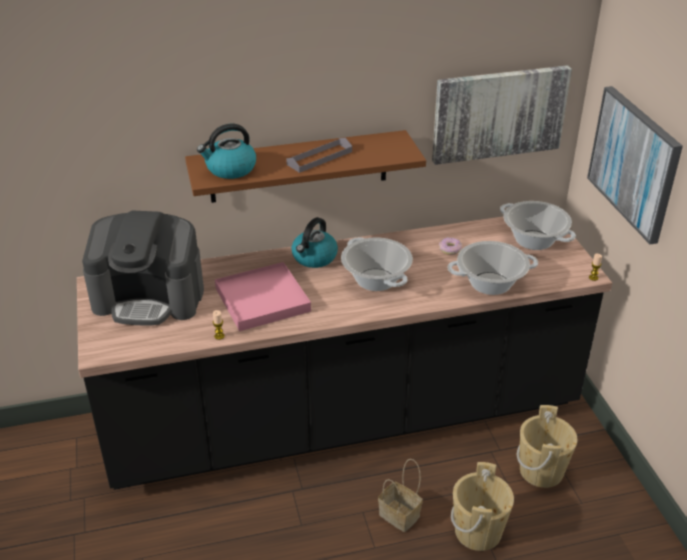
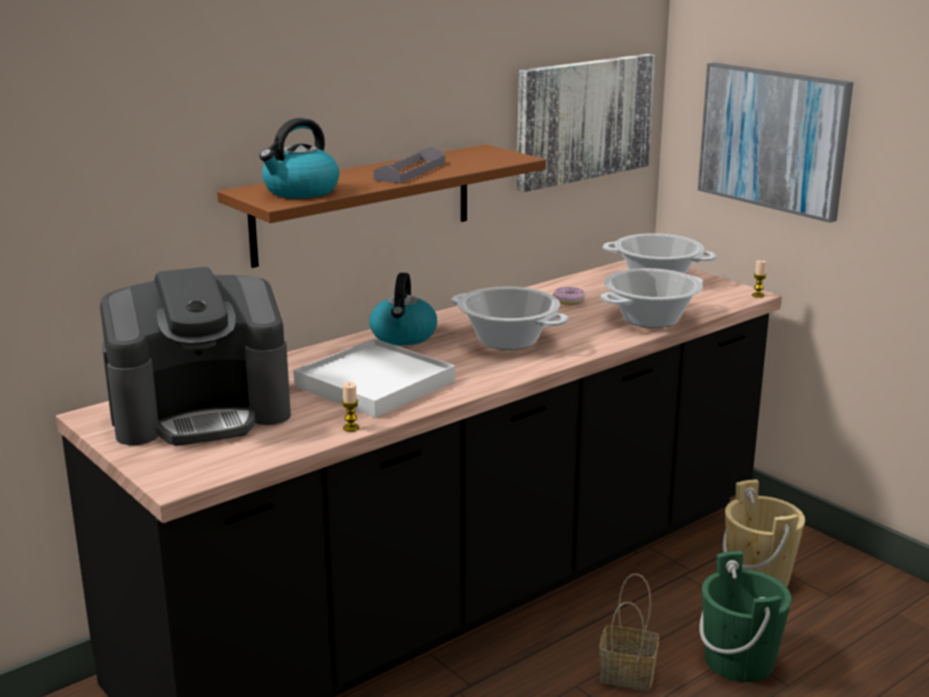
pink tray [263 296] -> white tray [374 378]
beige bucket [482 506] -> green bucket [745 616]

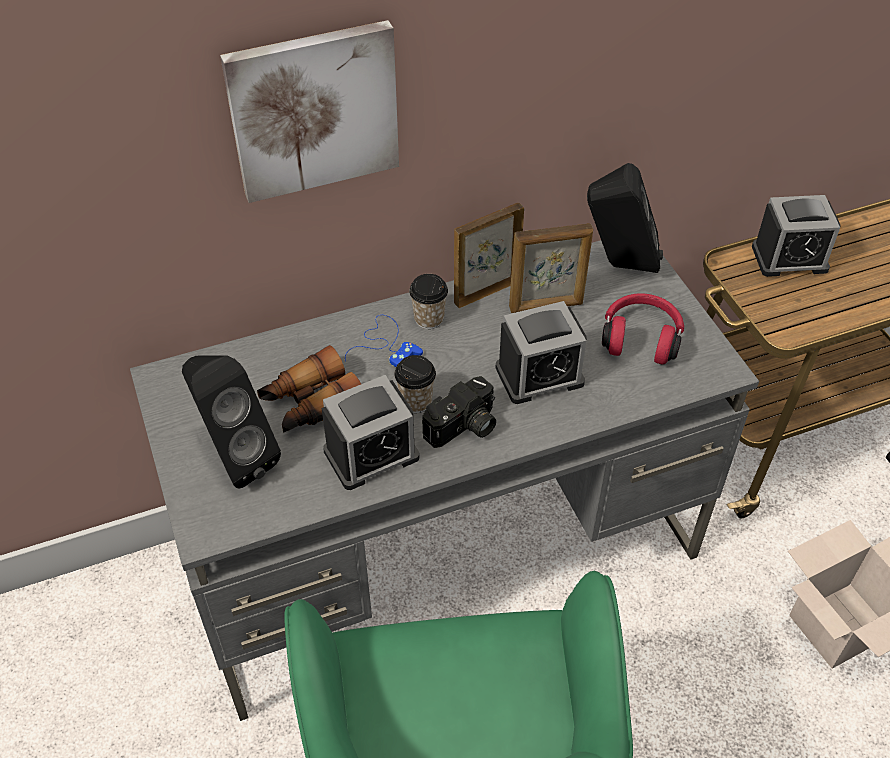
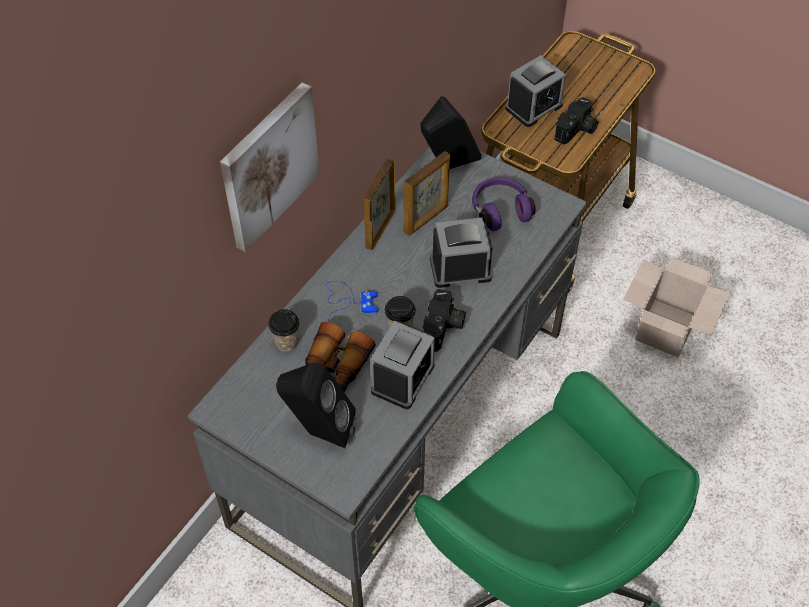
cup [428 301] -> cup [284 330], moved
alarm clock [541 352] -> alarm clock [461 252], 135 degrees counterclockwise
red headphones [643 328] -> purple headphones [504 204]
none -> photo camera [576 121]

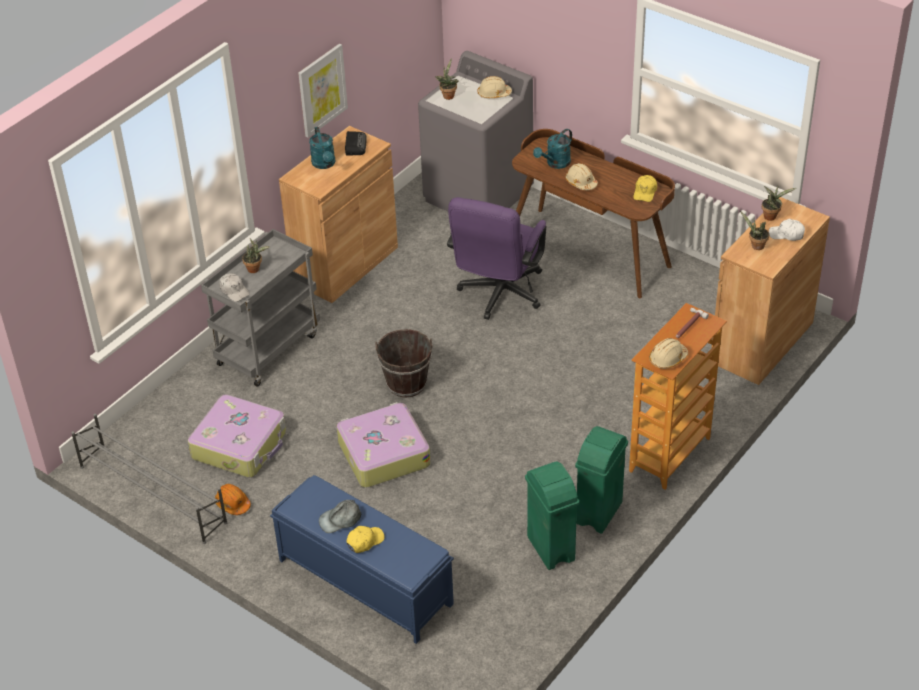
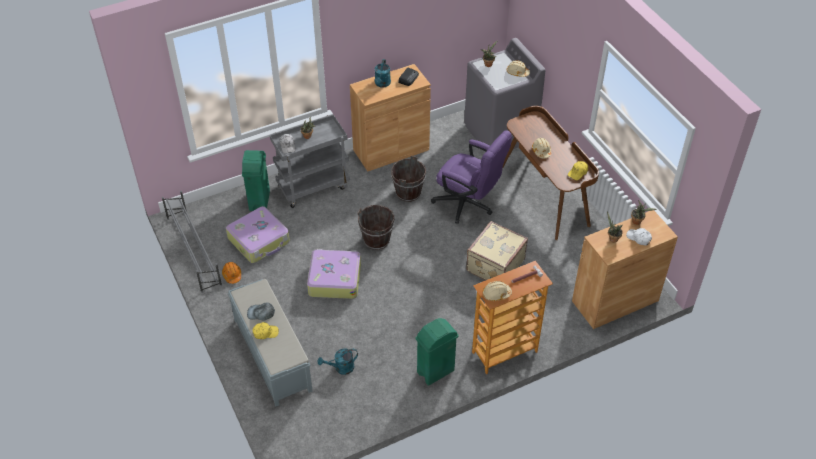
blue bench [362 559] -> grey bench [270 343]
green trash can [552 516] -> green trash can [256 180], moved
turquoise watering can [552 149] -> turquoise watering can [338 362], moved
none -> brown bucket [408 179]
purple office chair [497 258] -> purple office chair [471 177], 105 degrees counterclockwise
none -> beige suitcase [497 250]
picture [323 91] -> none

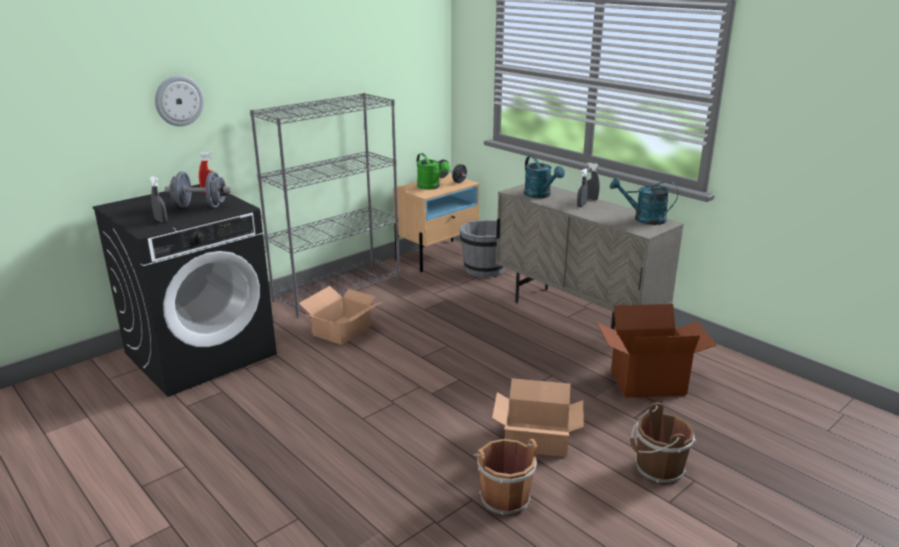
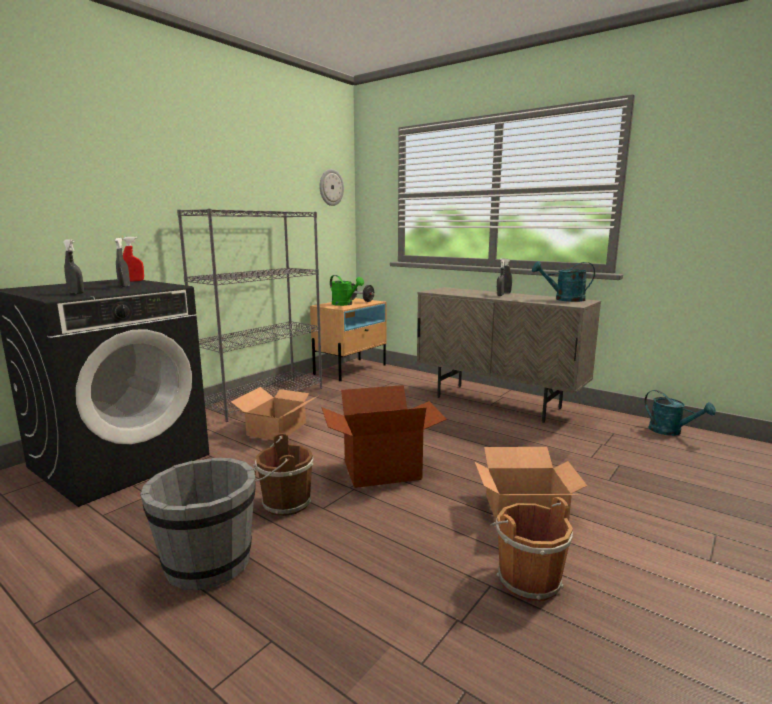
grey dumbbell [198 190] -> grey spray bottle [122 263]
grey bucket [482 248] -> grey bucket [198 524], moved
brown bucket [663 443] -> brown bucket [283 474], moved
wall clock [179 100] -> wall clock [331 187], moved
cardboard box [656 351] -> cardboard box [384 436], moved
turquoise watering can [544 177] -> turquoise watering can [680 413], moved

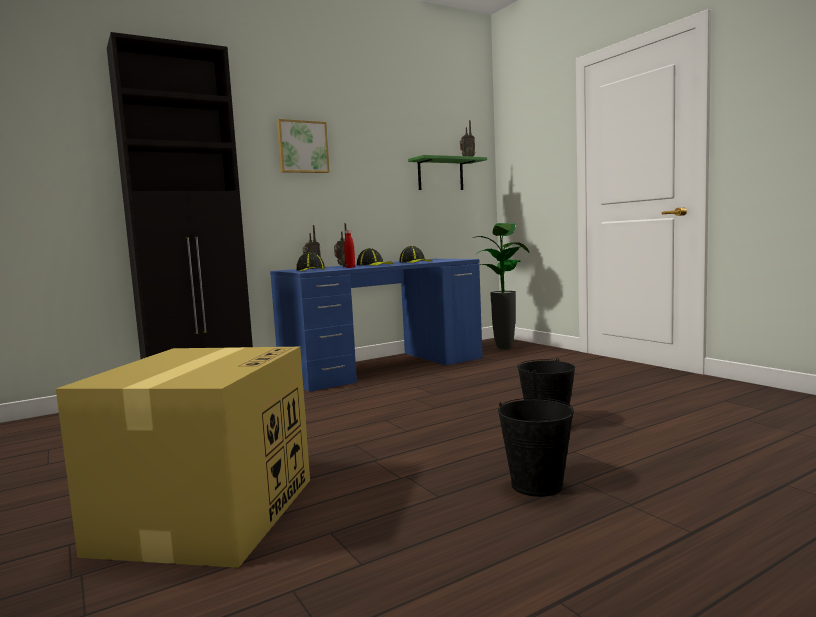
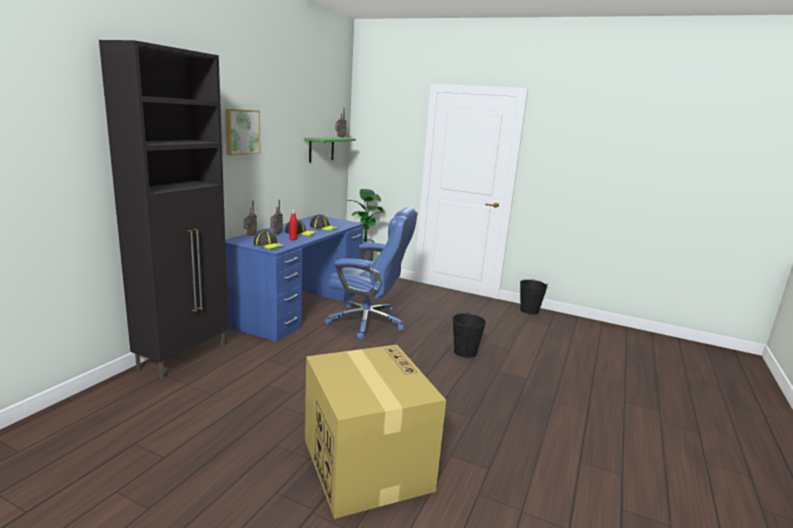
none -> blue office chair [371 273]
black bucket [536 447] -> black bucket [534 296], moved

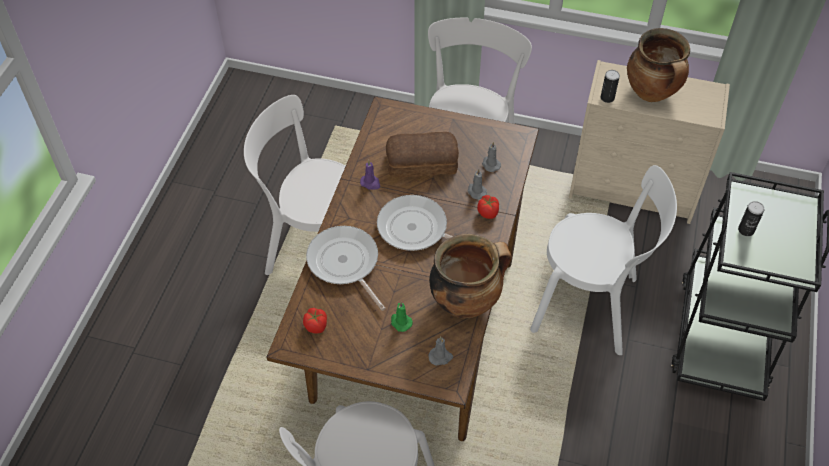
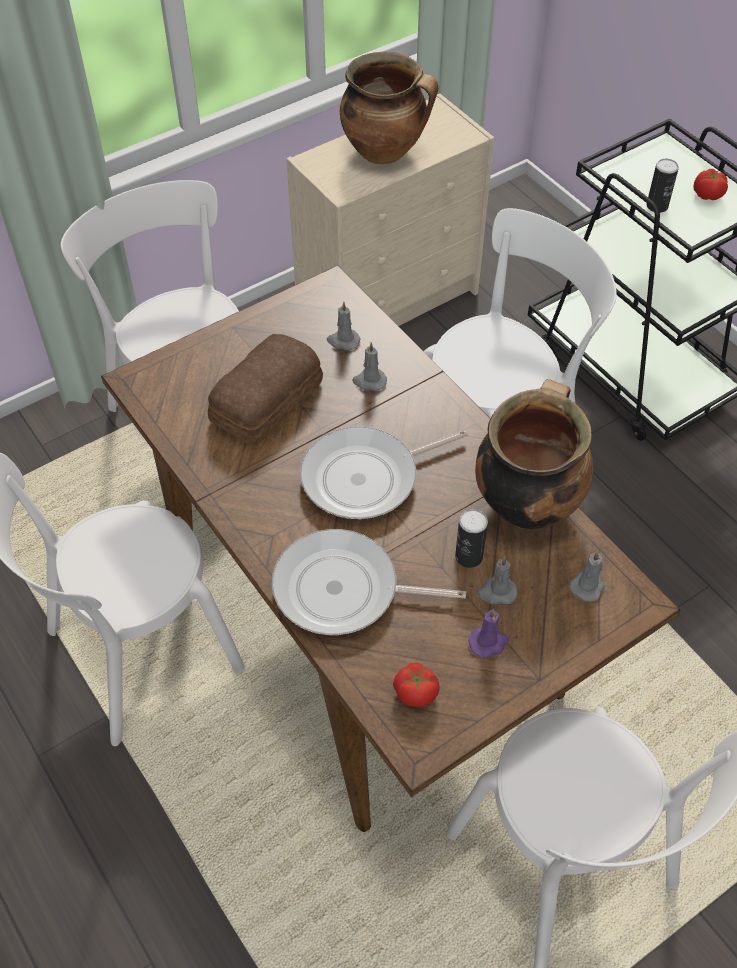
can [610 86] -> can [471 538], moved
purple candle [370 175] -> purple candle [488 633], moved
green candle [402 317] -> grey candle [497 580]
tomato [488 207] -> tomato [710 184], moved

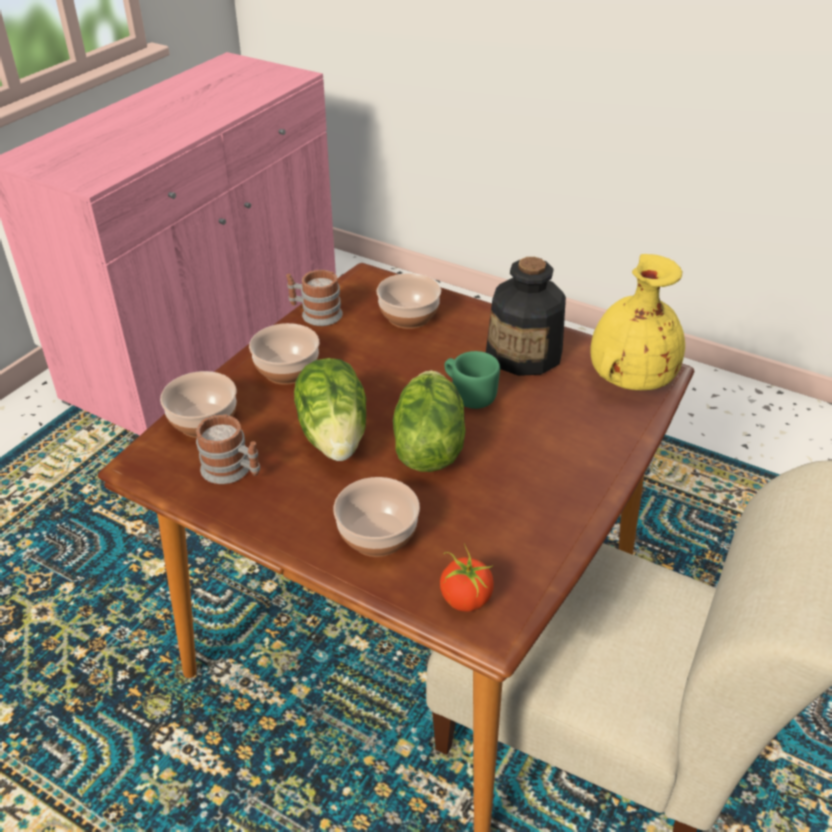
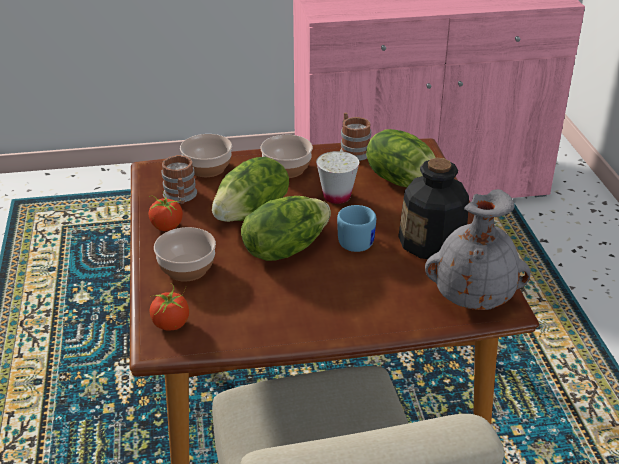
none -> tomato [166 210]
none -> white cup [337 177]
green mug [472 380] -> blue mug [356 228]
bowl [409 301] -> lettuce [401 158]
yellow vase [637 322] -> grey vase [477 249]

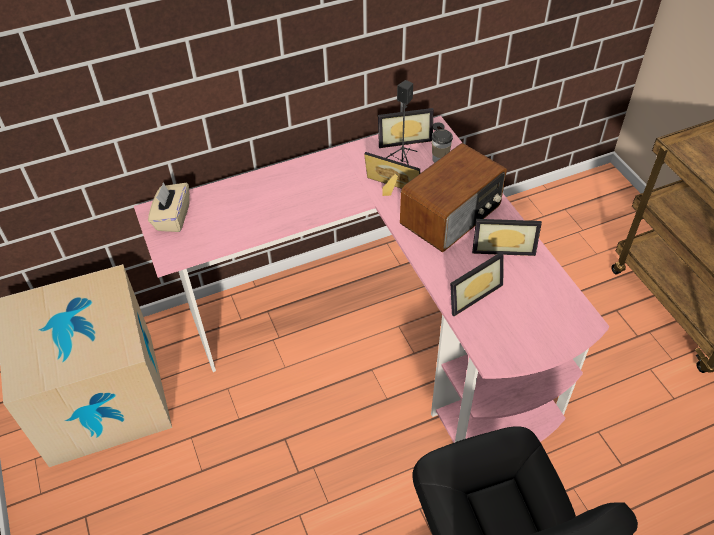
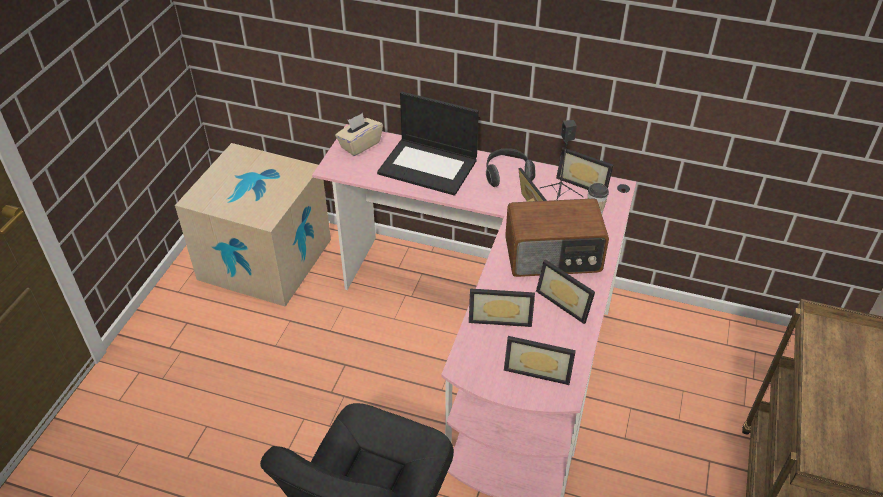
none -> laptop [428 144]
none -> headphones [511 167]
none -> picture frame [540 360]

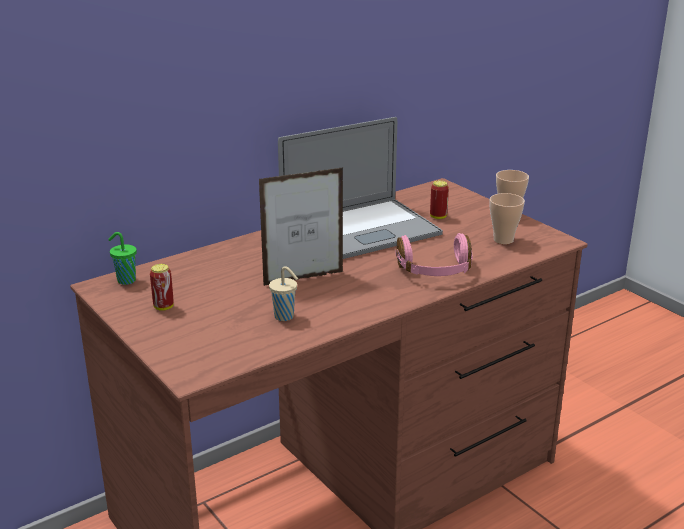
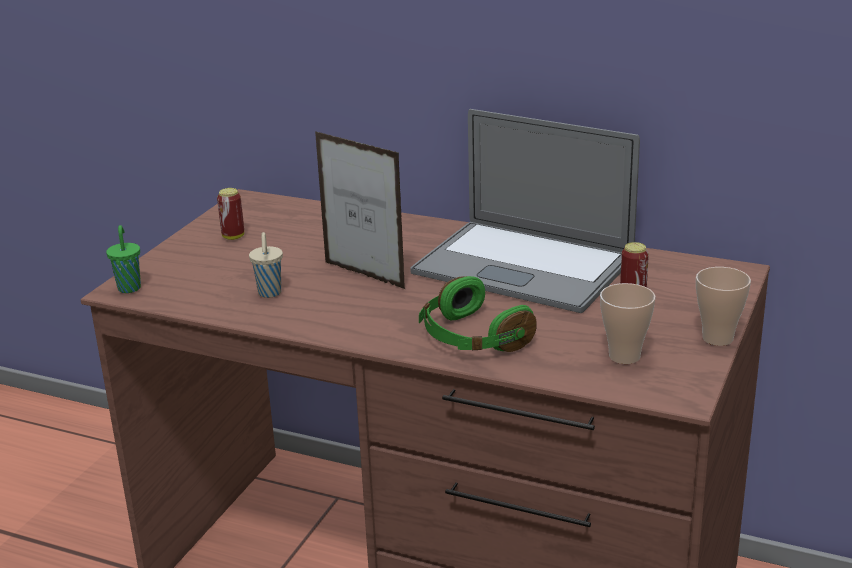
green cup [122 258] -> green cup [123 259], moved
pink headphones [434 254] -> green headphones [478 314]

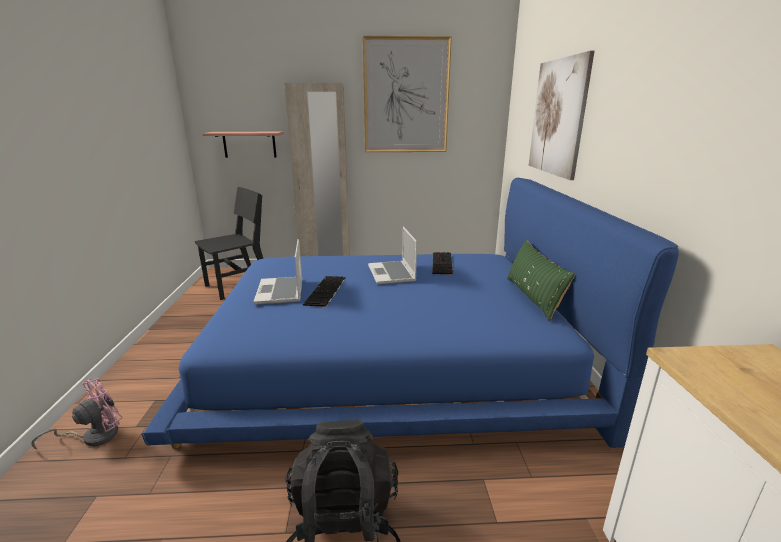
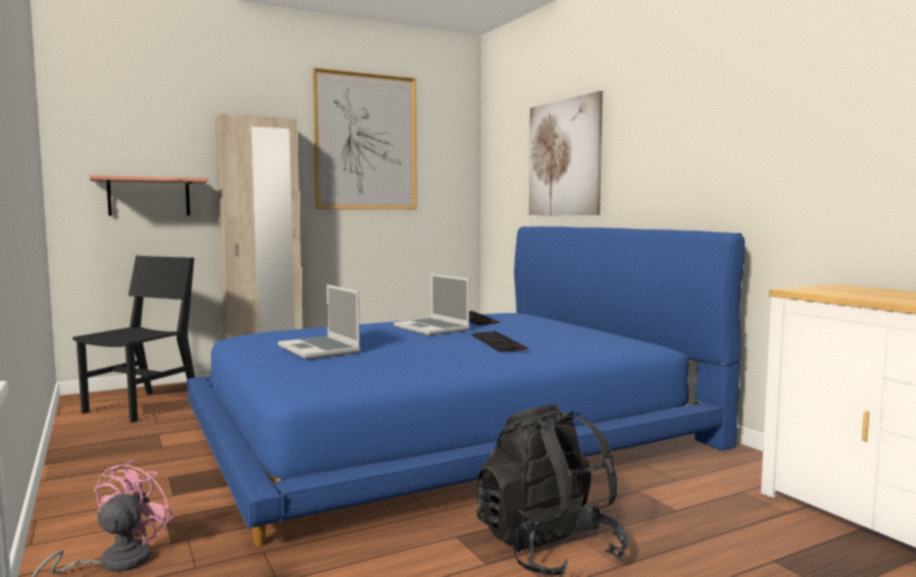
keyboard [324 291] -> keyboard [500 341], moved
green pillow [541 280] -> none

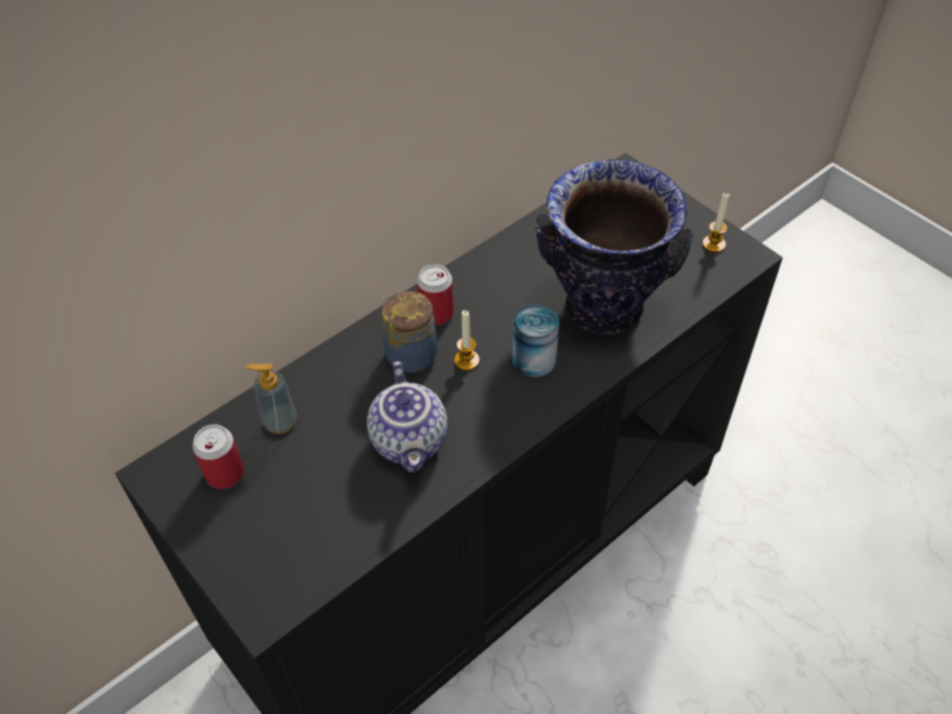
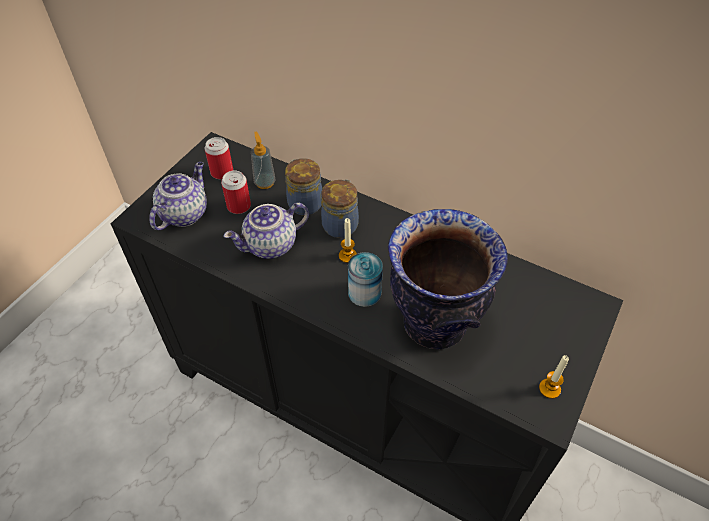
none -> teapot [178 196]
can [435 294] -> can [236 192], moved
none -> jar [303 187]

